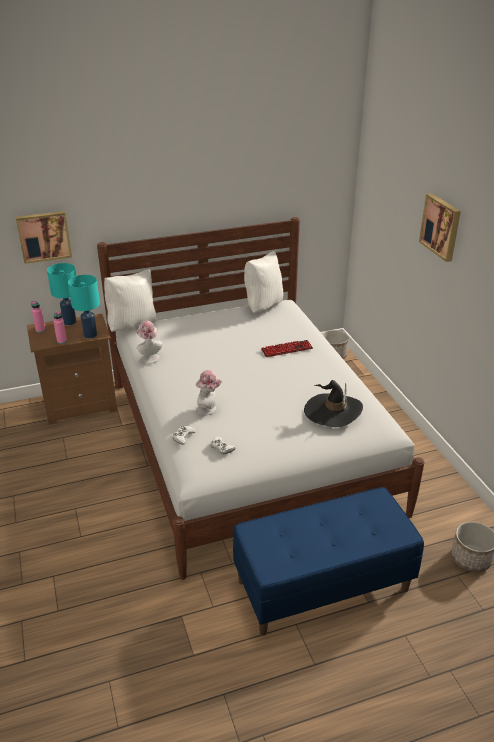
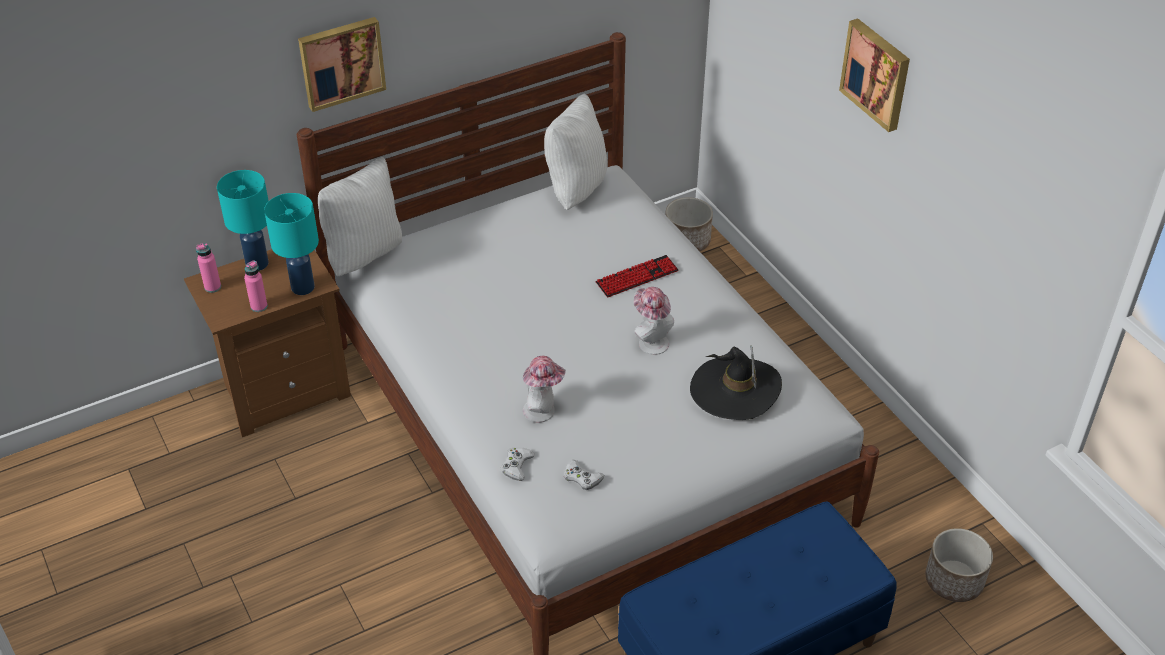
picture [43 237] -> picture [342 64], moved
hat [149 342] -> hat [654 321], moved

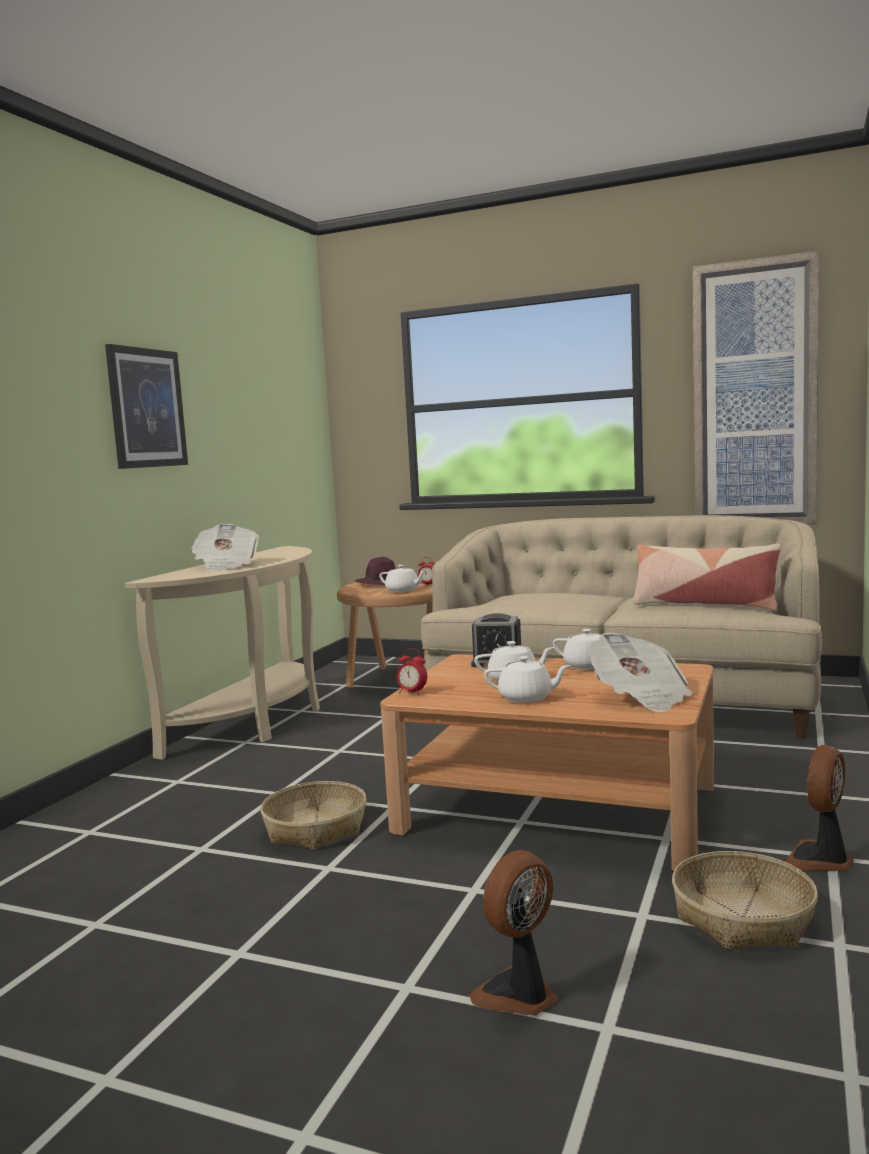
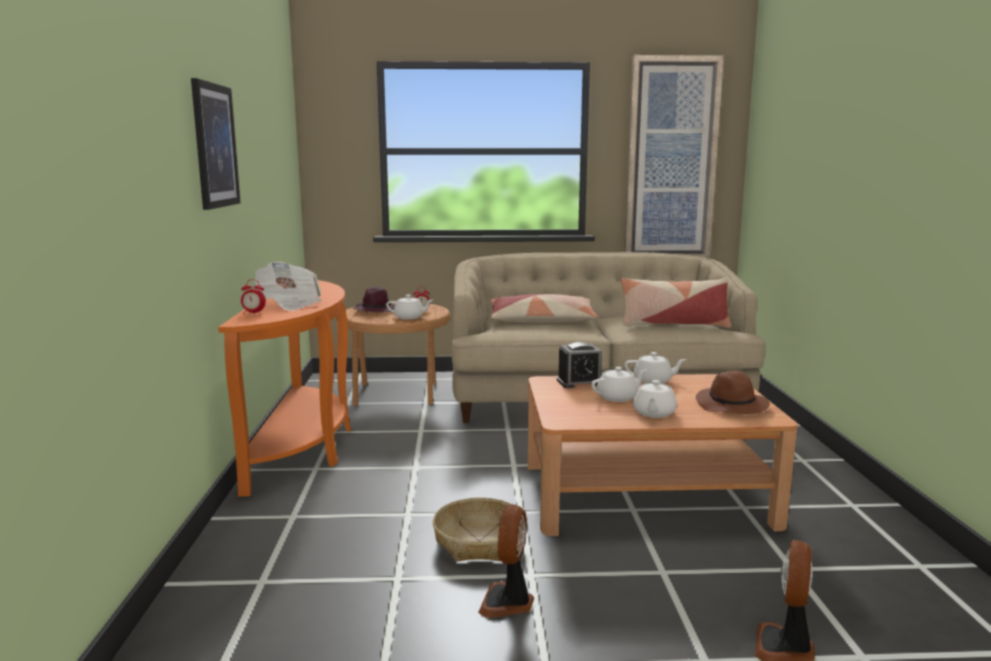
beige console table [222 653] -> orange console table [284 388]
alarm clock [412 671] -> alarm clock [253 296], moved
fan [819 808] -> fan [506 561], moved
none -> pillow [544 308]
white teapot [527 679] -> white teapot [655 399], 120 degrees clockwise
newspaper [640 672] -> brown hat [733 392]
basket [745 900] -> none

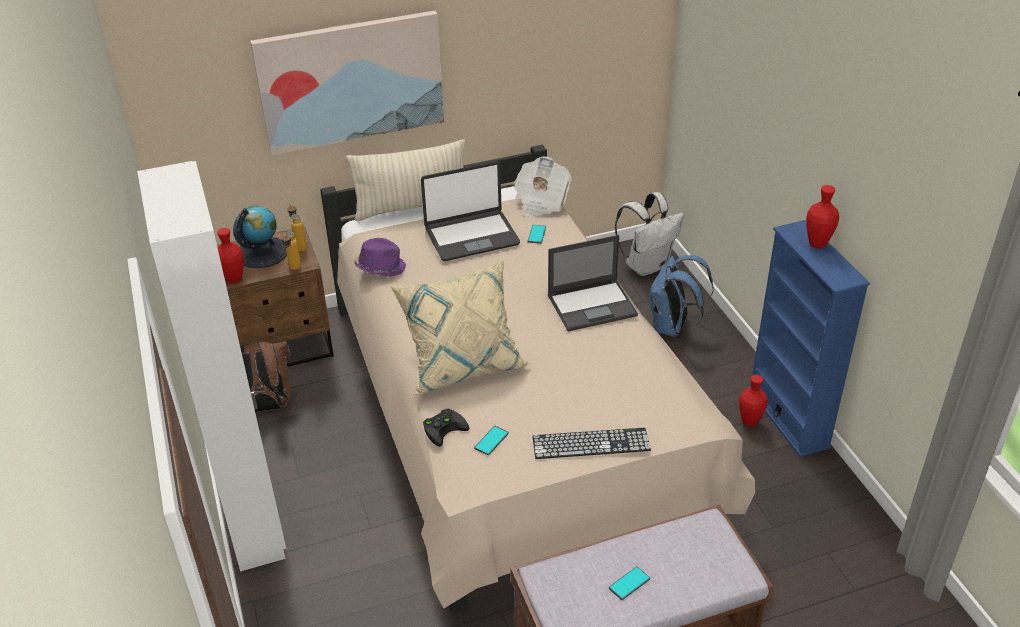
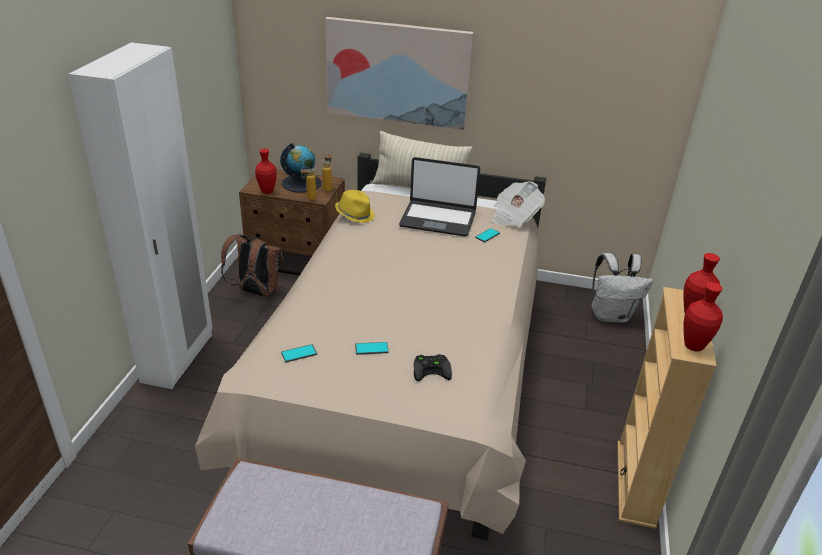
purple hat [380 257] -> yellow hat [355 206]
phone [629 583] -> phone [372 348], moved
black game controller [446 427] -> black game controller [433 367], moved
blue bookcase [809 338] -> beige bookcase [667 408]
red vase [753 401] -> red vase [703 317], moved
beige pillow [460 327] -> none
keyboard [591 443] -> none
laptop [593 283] -> none
blue backpack [682 296] -> none

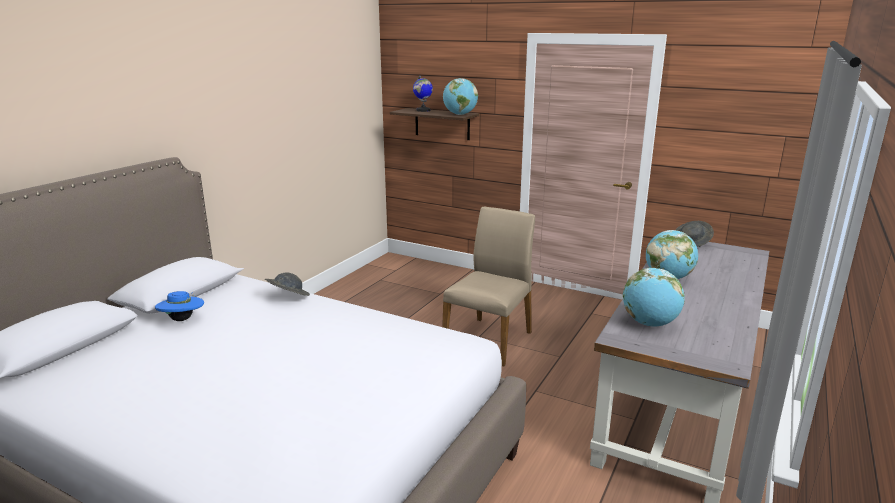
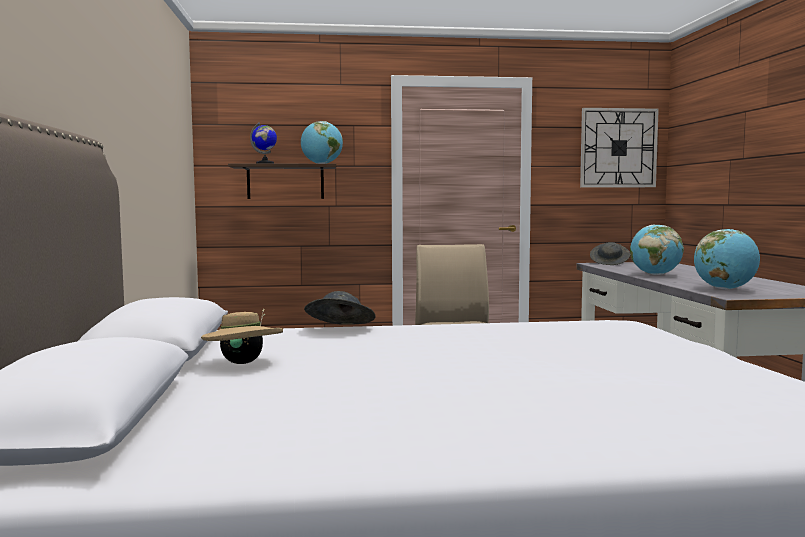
blue hat [179 306] -> beige hat [242 336]
none -> wall clock [619 148]

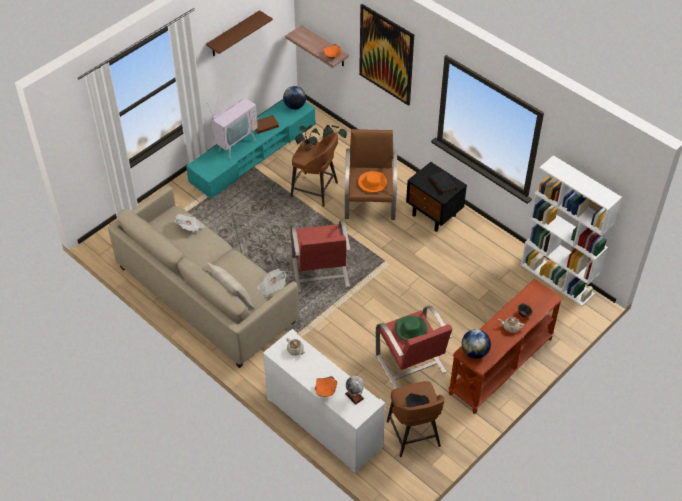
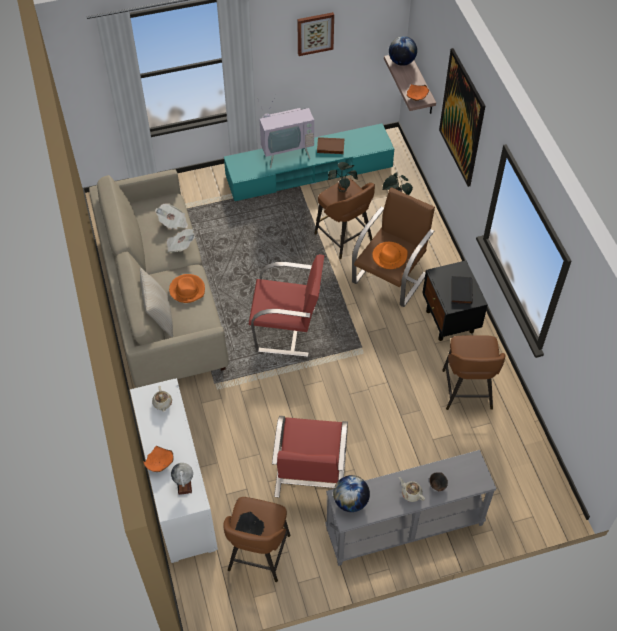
newspaper [272 283] -> newspaper [181 241], moved
none -> orange hat [187 288]
red armchair [320 256] -> red armchair [286 305], 105 degrees counterclockwise
brown shelf [239 33] -> picture [315 34]
brown console table [506 346] -> grey console table [411 508]
globe [294 97] -> globe [403 51], moved
none -> brown stool [473 372]
green hat [411 329] -> none
white bookcase [571 230] -> none

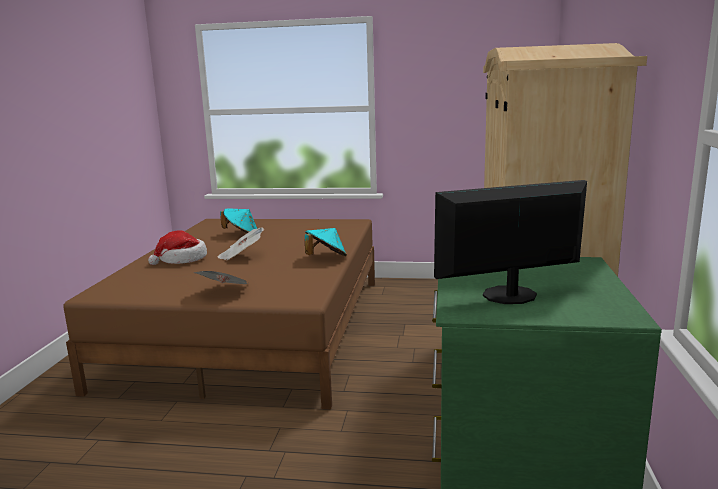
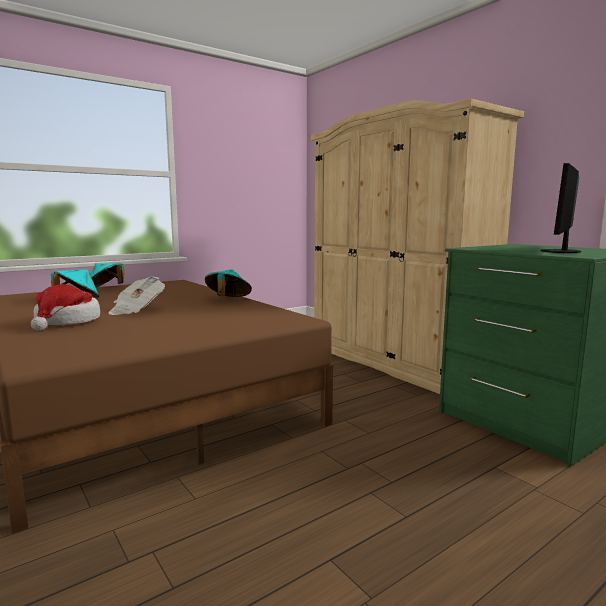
none -> turquoise hat [107 275]
newspaper [221 277] -> none

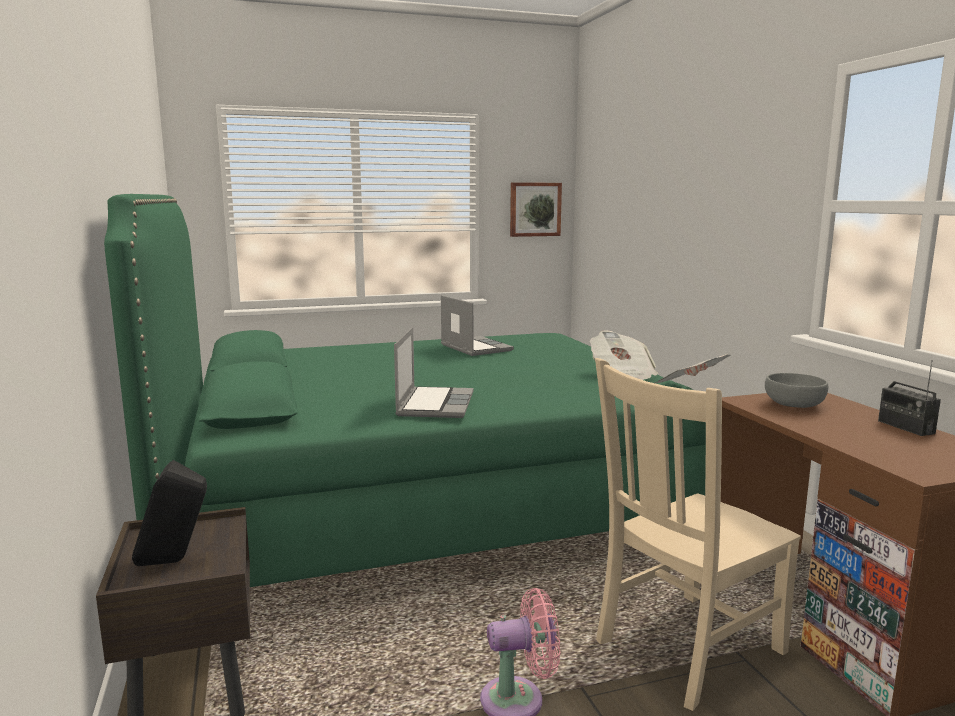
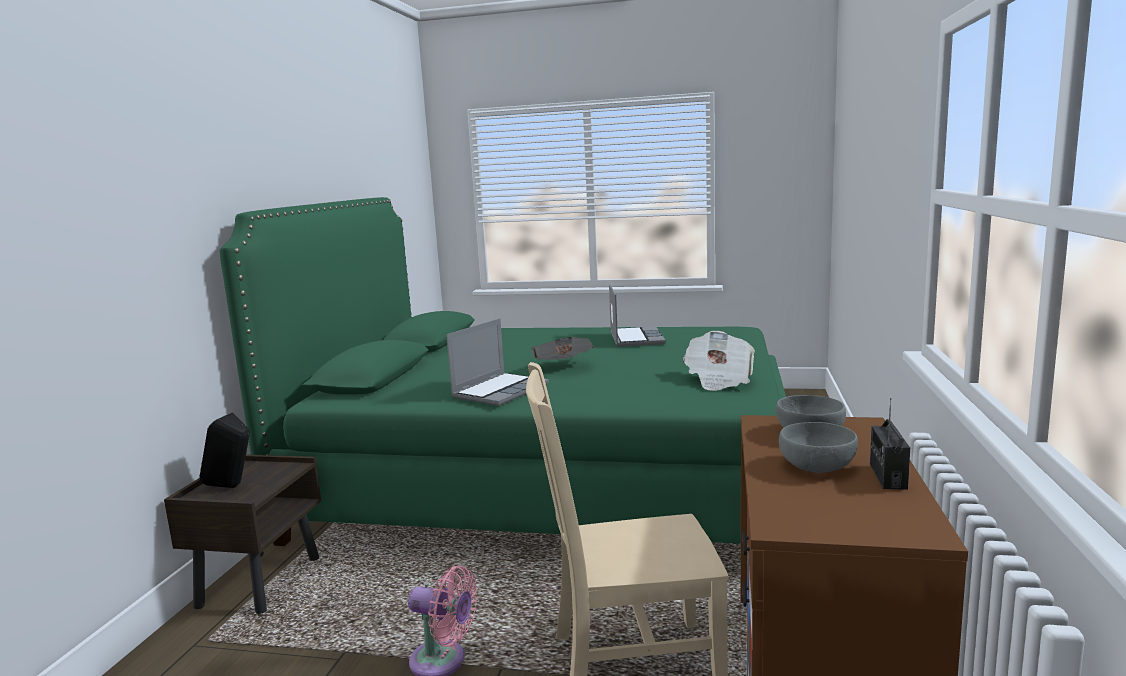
newspaper [693 368] -> newspaper [562 348], moved
none -> grey bowl [818 447]
picture [536 209] -> none

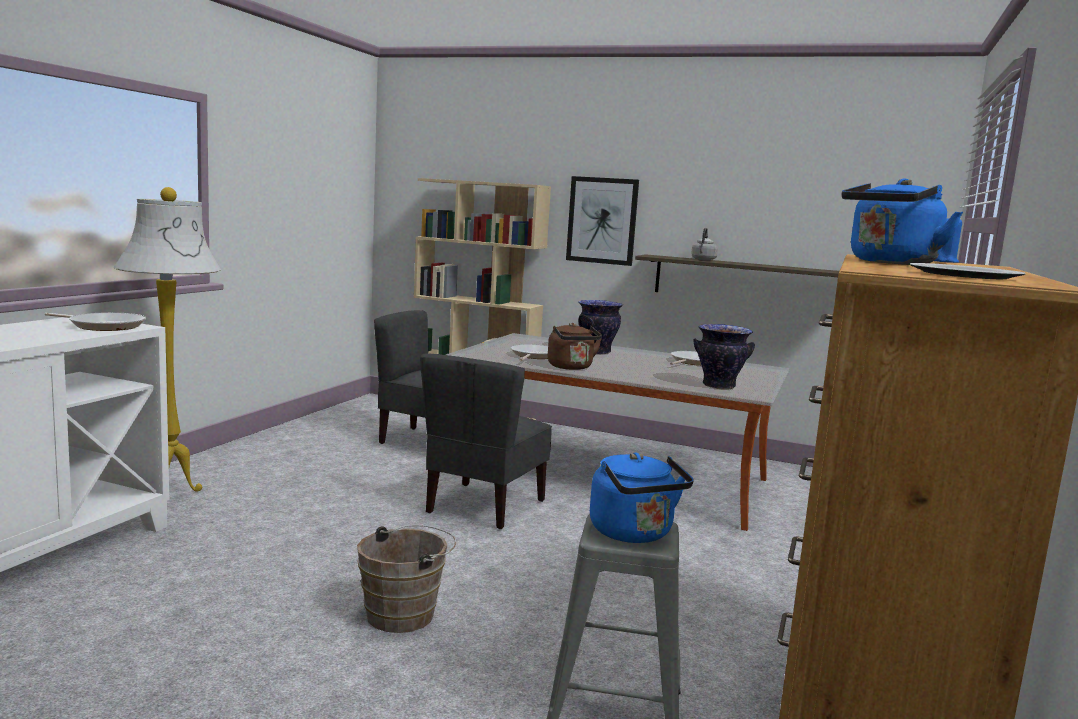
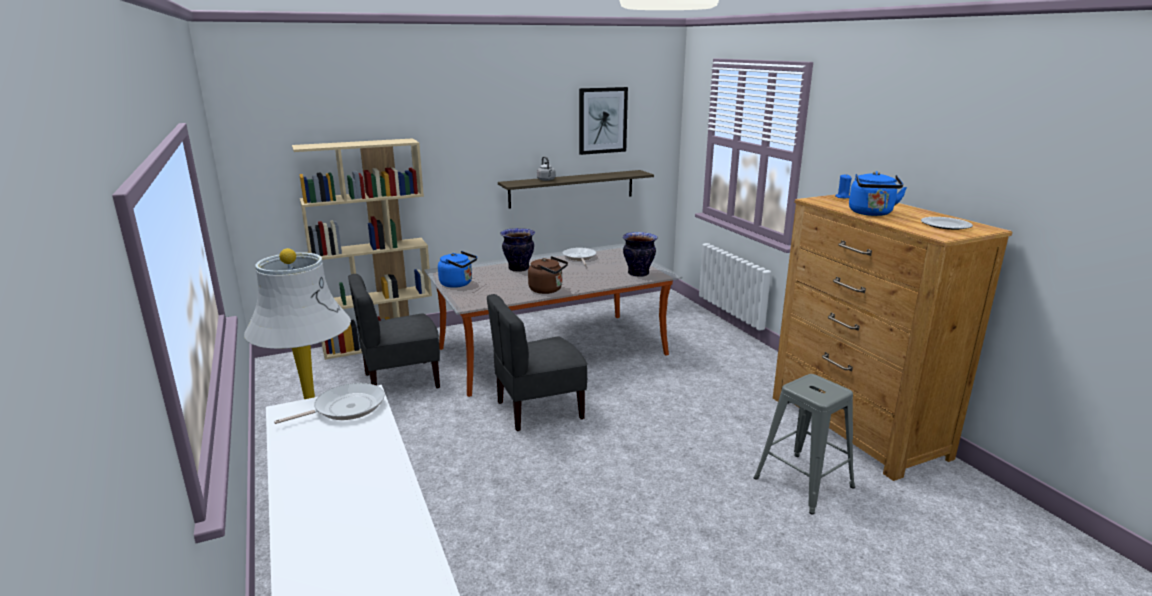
blue kettle [642 498] -> blue kettle [457 269], moved
grey chair [486 441] -> grey chair [537 362], 90 degrees clockwise
picture [602 221] -> picture [603 121], moved
brown bucket [406 579] -> none
frying pan [529 352] -> none

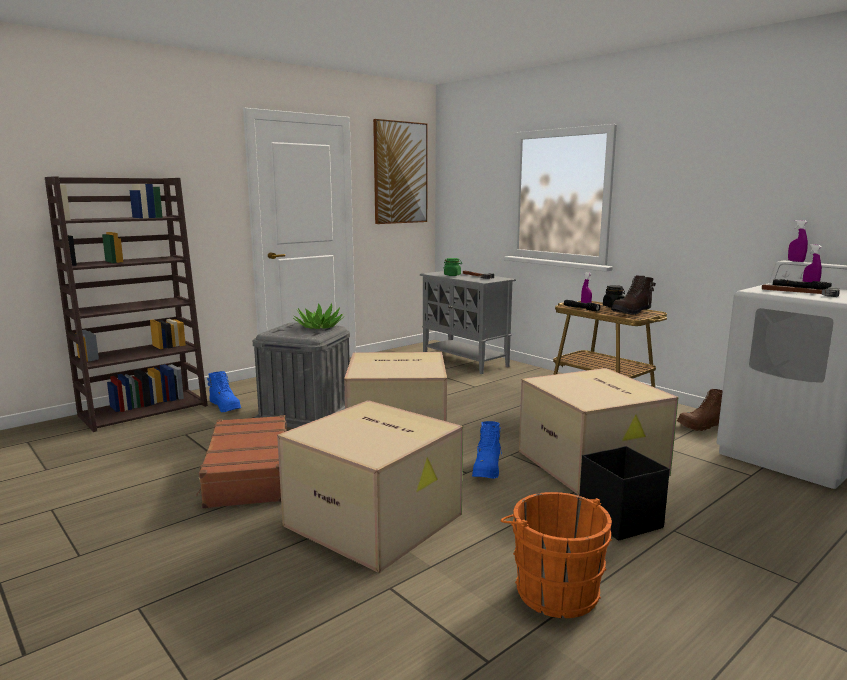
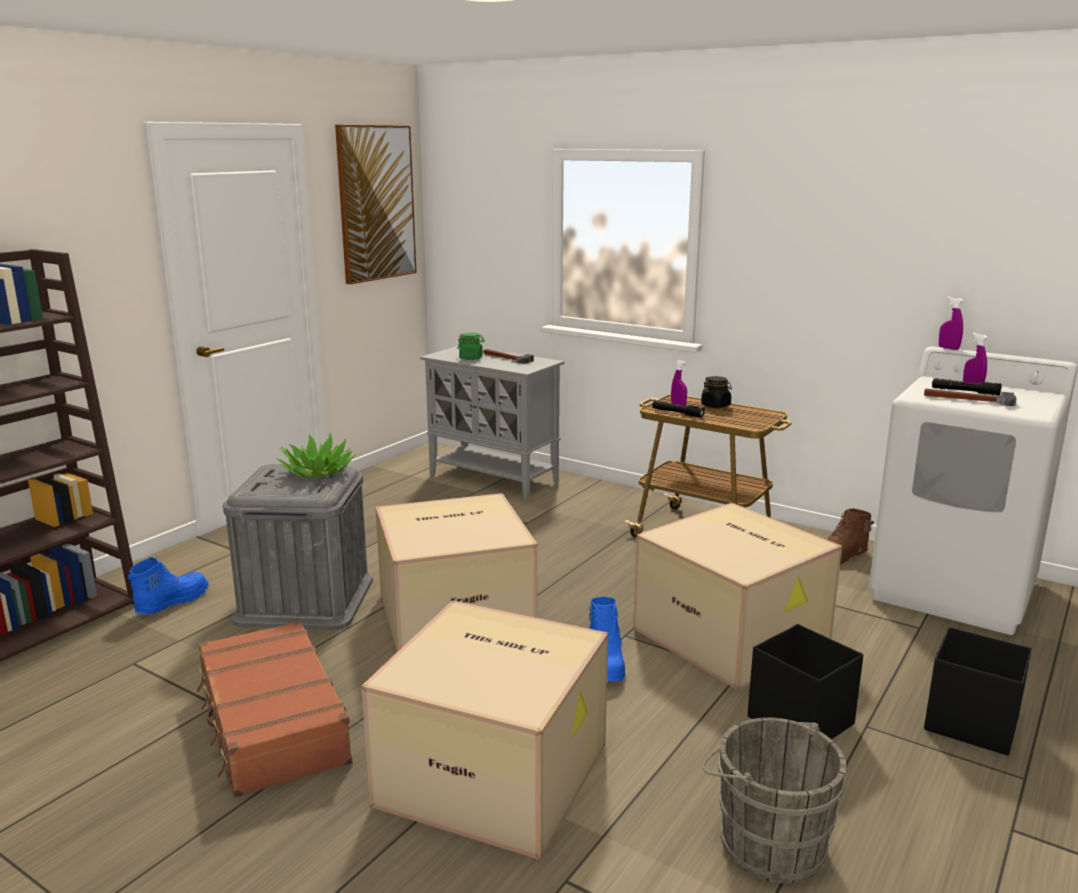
blue boot [224 391] -> blue boot [168 586], 90 degrees counterclockwise
orange bucket [556 555] -> grey bucket [774 800]
none -> black storage box [978 691]
brown boot [633 295] -> none

